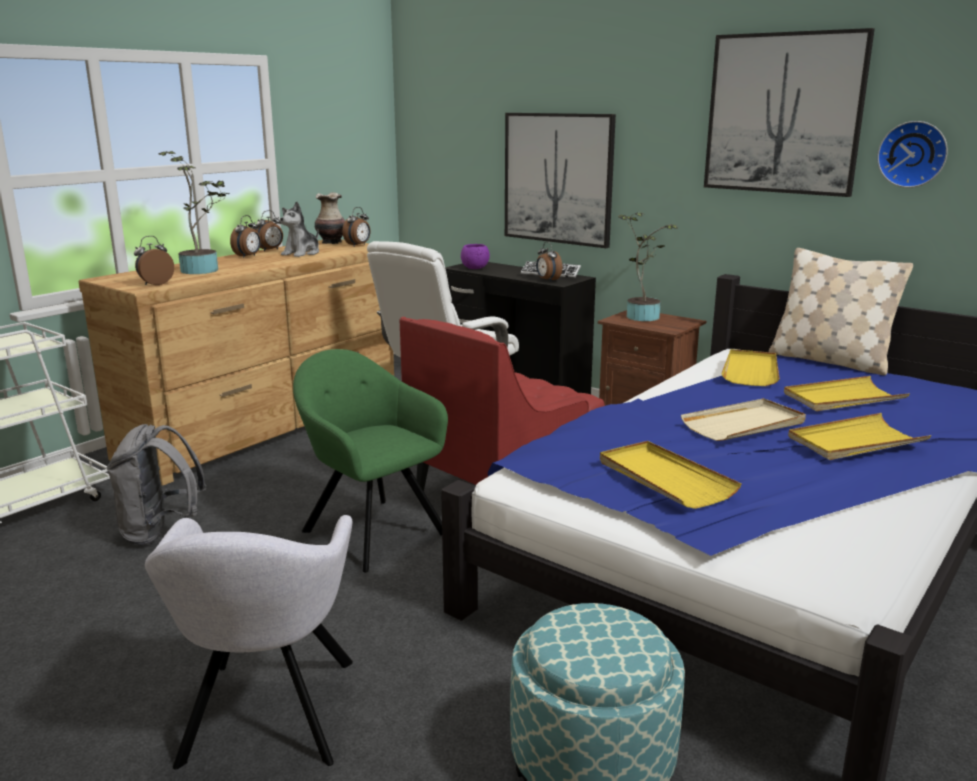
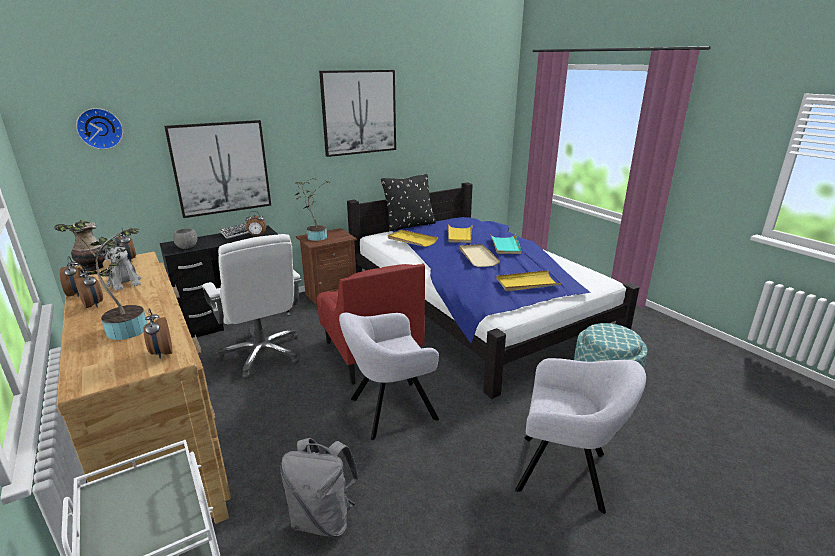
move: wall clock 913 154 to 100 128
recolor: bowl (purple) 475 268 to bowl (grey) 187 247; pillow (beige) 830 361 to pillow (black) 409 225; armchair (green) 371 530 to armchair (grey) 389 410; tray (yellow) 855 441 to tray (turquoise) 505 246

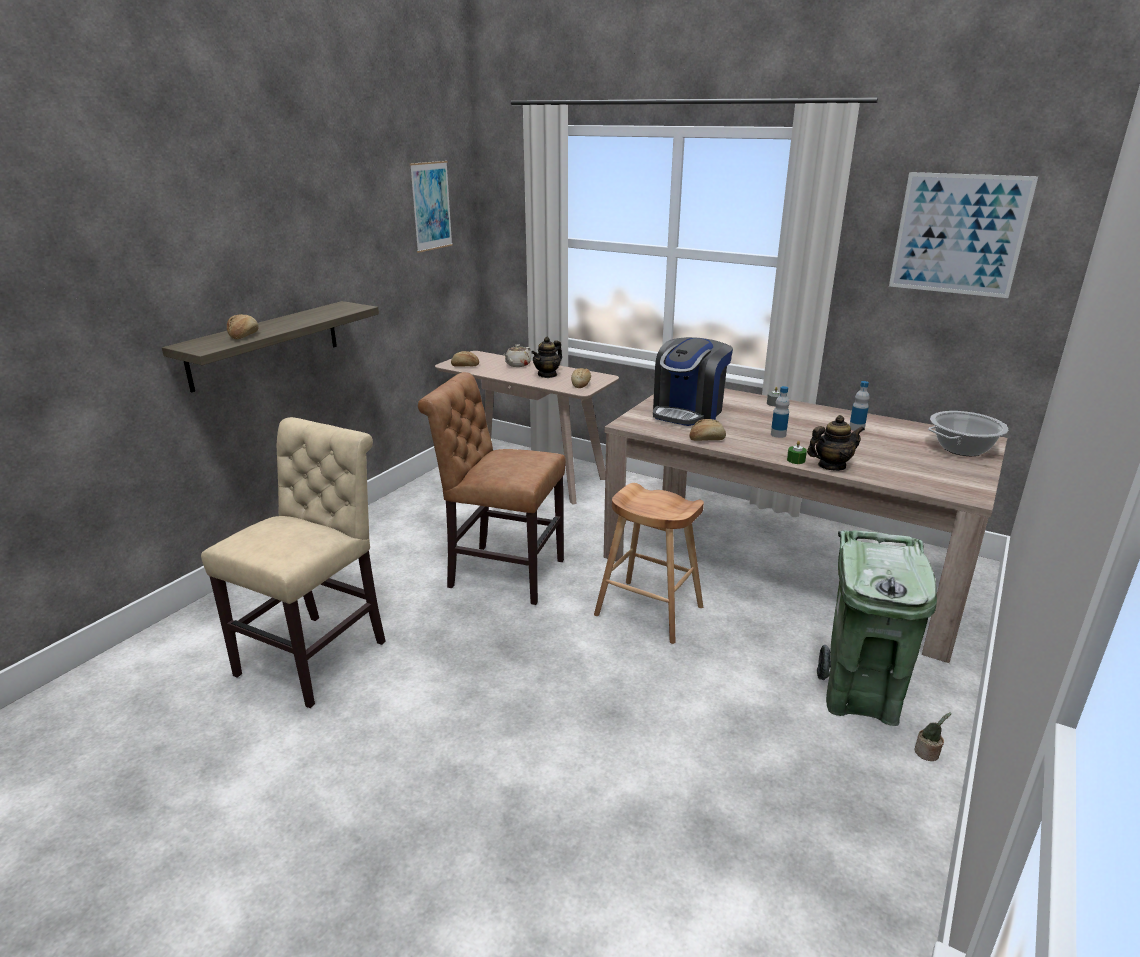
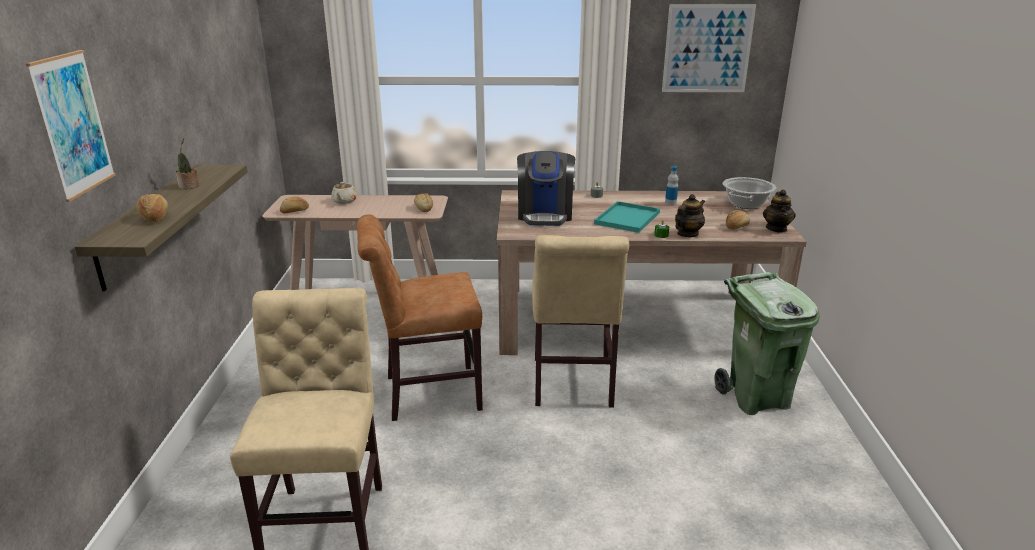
move: picture 431 206 to 73 124; teapot 547 375 to 776 229; bread 706 439 to 736 227; potted plant 927 754 to 189 186
replace: bottle 778 434 to tray (turquoise) 627 219; stool (brown) 649 611 to chair (beige) 572 385

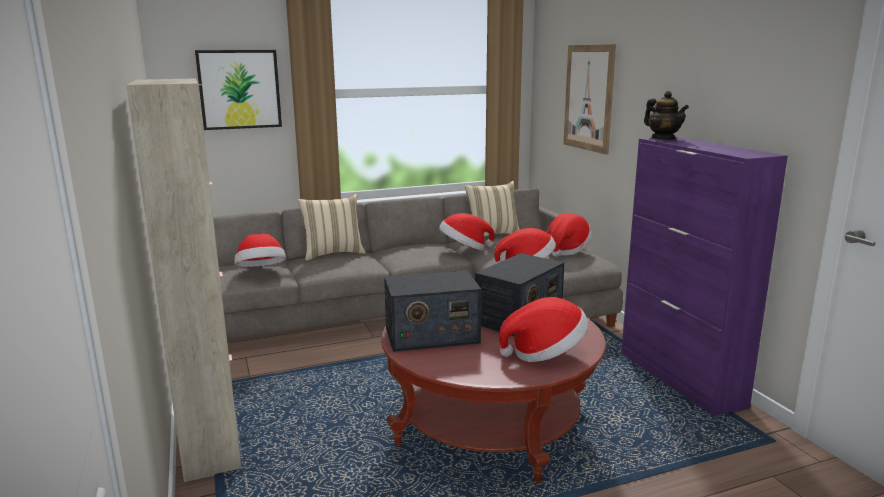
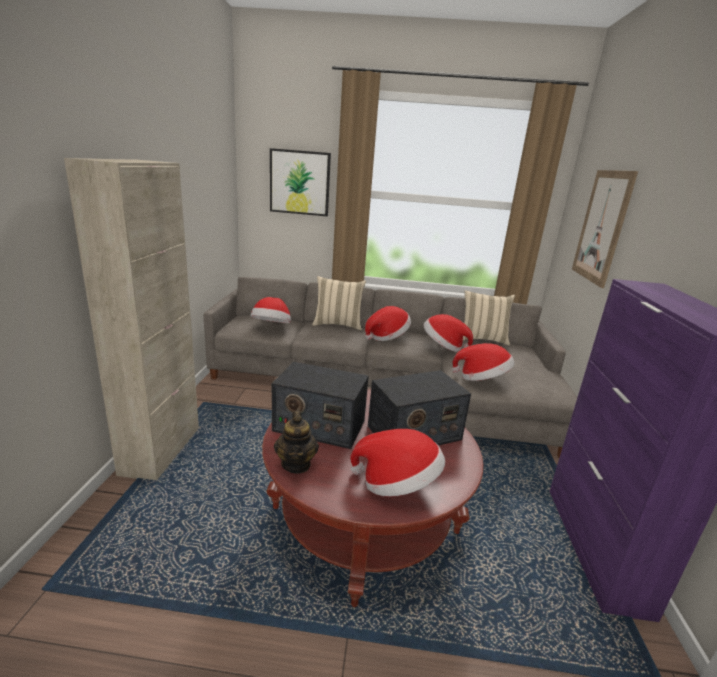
move: teapot 663 139 to 296 464; hat 566 250 to 387 337

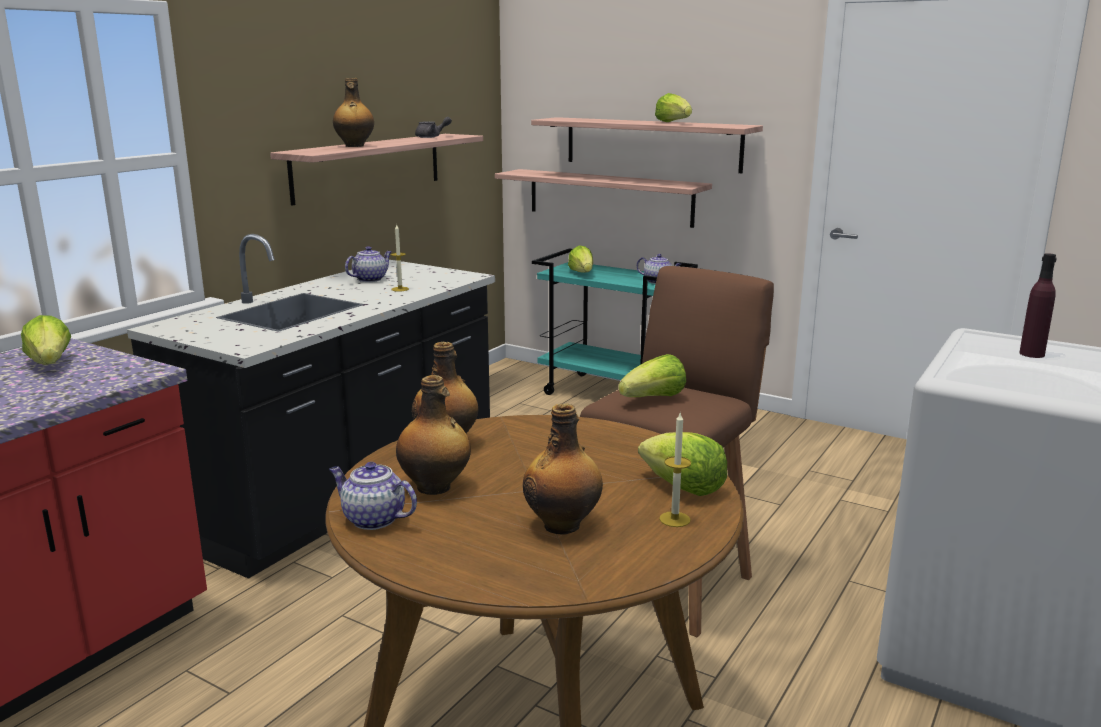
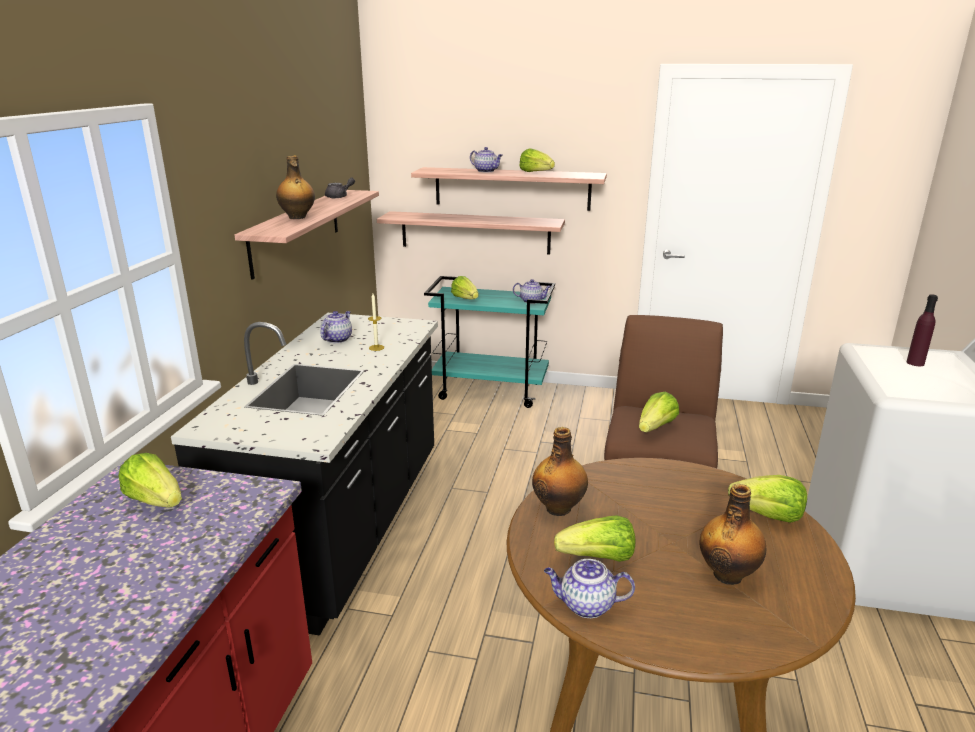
delete: candle 674 519
insert: teapot 486 171
replace: bottle 435 487 to lettuce 598 558

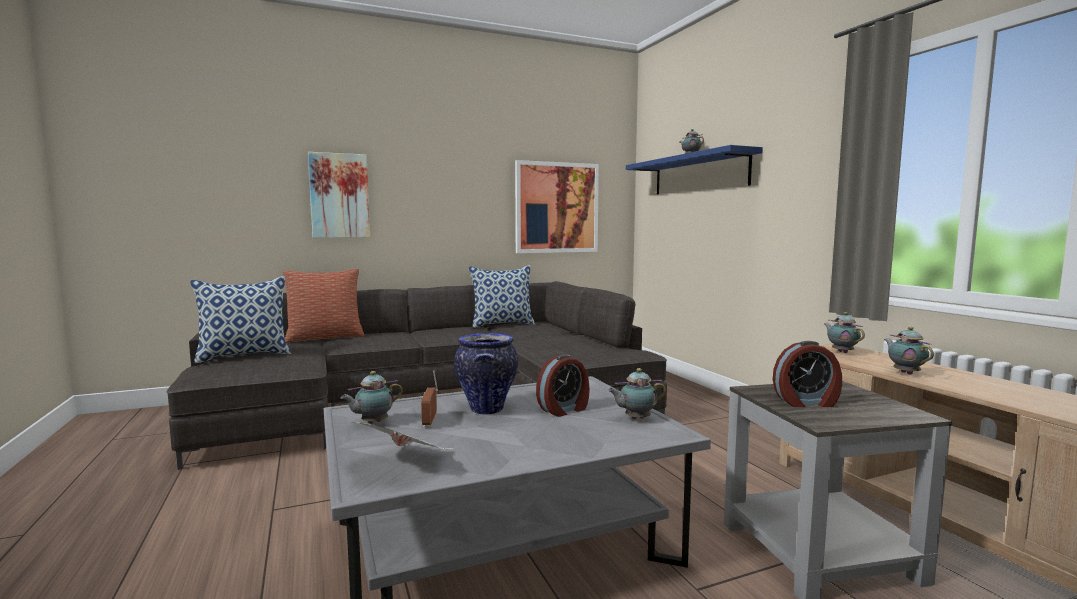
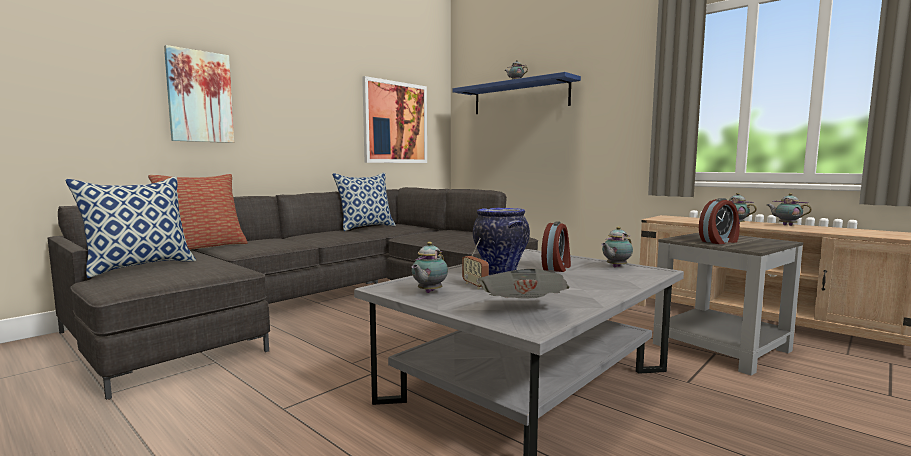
move: teapot 841 352 to 786 225

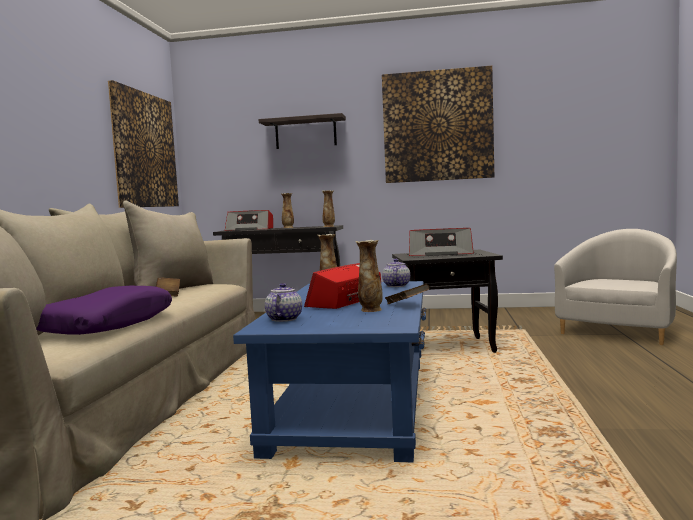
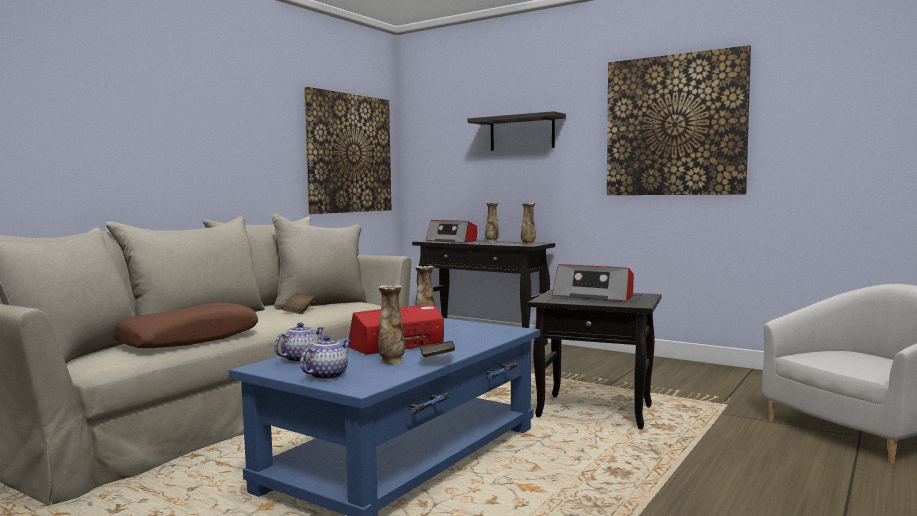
move: teapot 396 285 to 327 375
recolor: pillow (purple) 107 325 to pillow (brown) 188 339

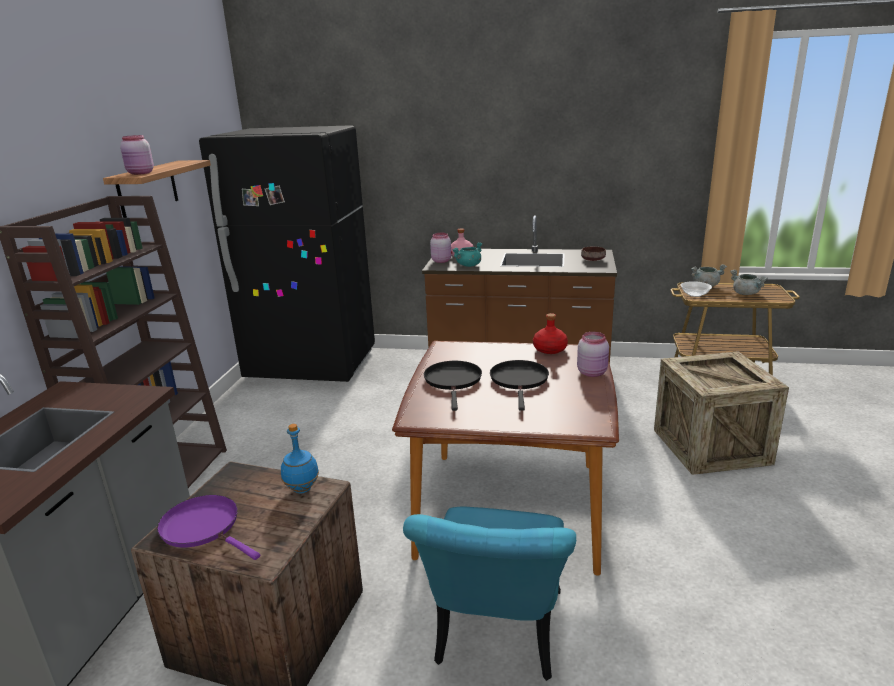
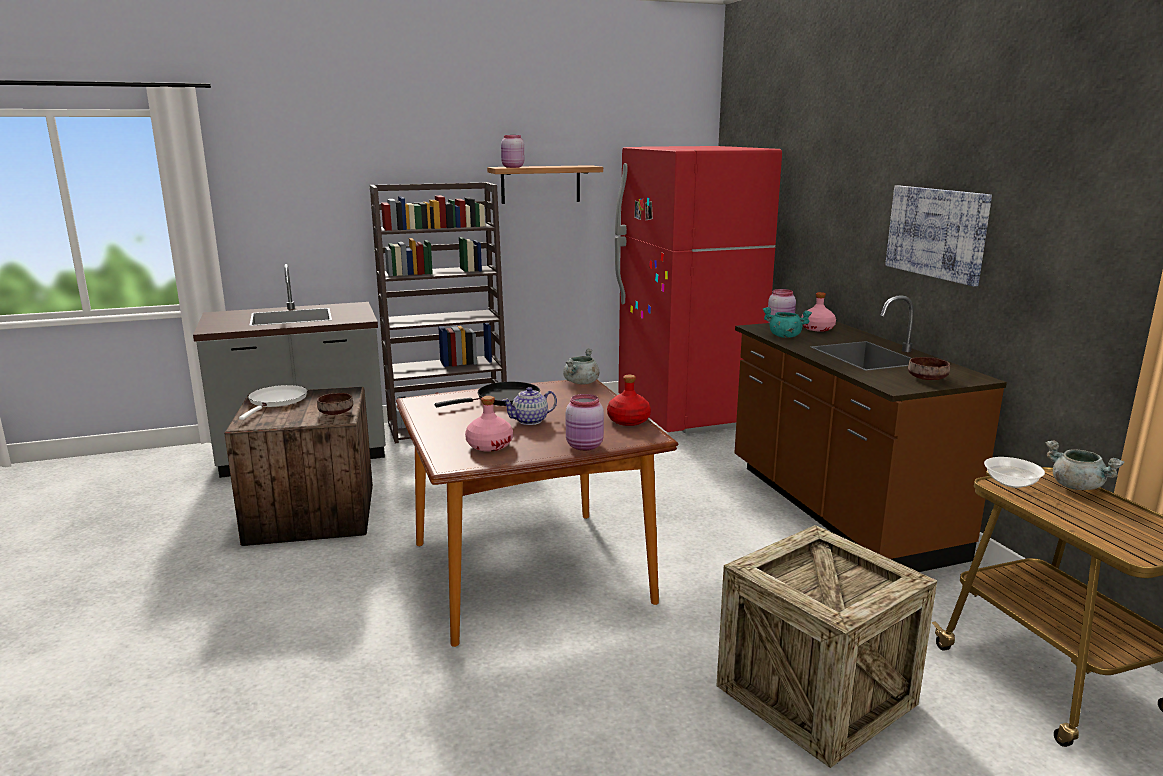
delete: chair (turquoise) 497 639
insert: picture 936 233; bottle (pink) 489 445
move: cooking pot (grey) 746 294 to 581 383
replace: frying pan (black) 519 381 to teapot 530 421; bottle (blue) 302 489 to bowl (brown) 335 413
recolor: fridge (black) 312 365 to fridge (red) 687 412; frying pan (purple) 204 527 to frying pan (white) 276 401

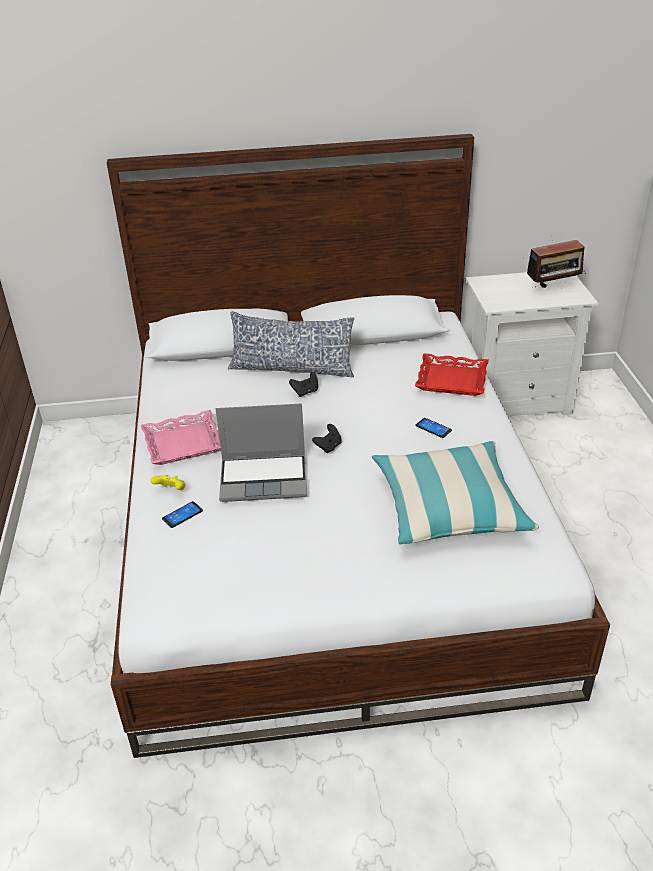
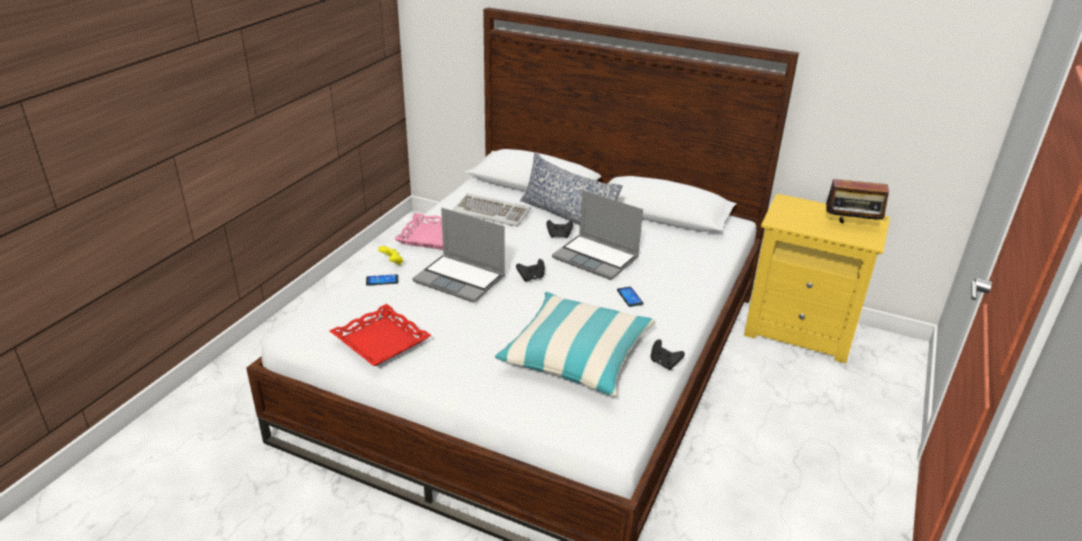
insert: laptop 597 258; keyboard 492 212; game controller (black) 664 363
move: tray (red) 451 380 to 380 341
recolor: nightstand (white) 516 399 to nightstand (yellow) 800 331

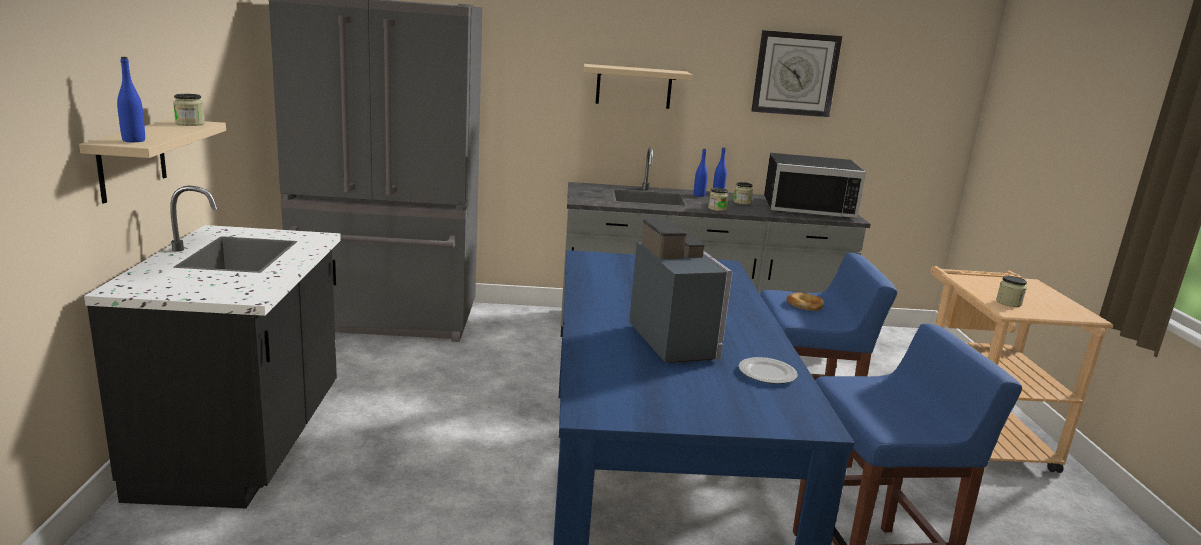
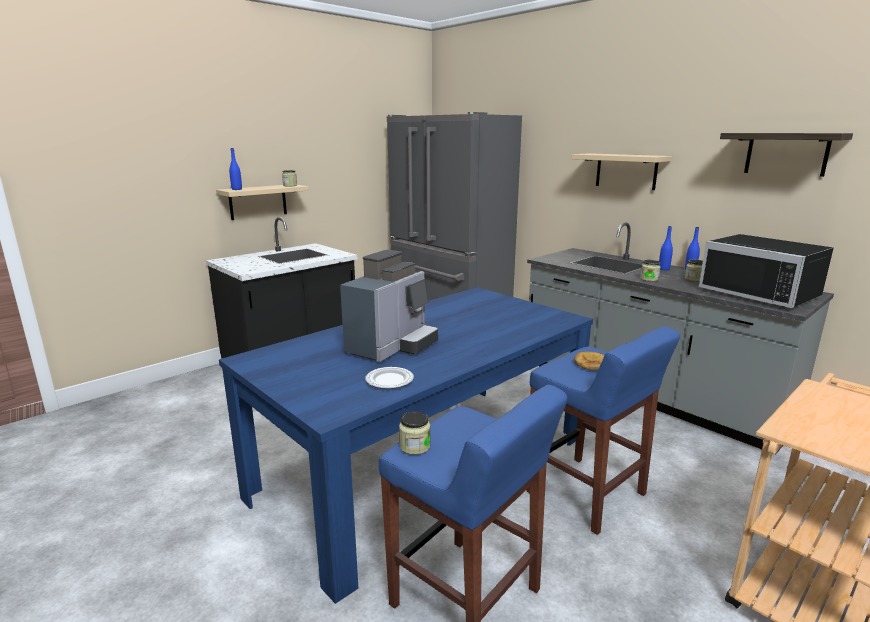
move: jar 1008 303 to 414 446
replace: wall clock 795 74 to shelf 786 154

